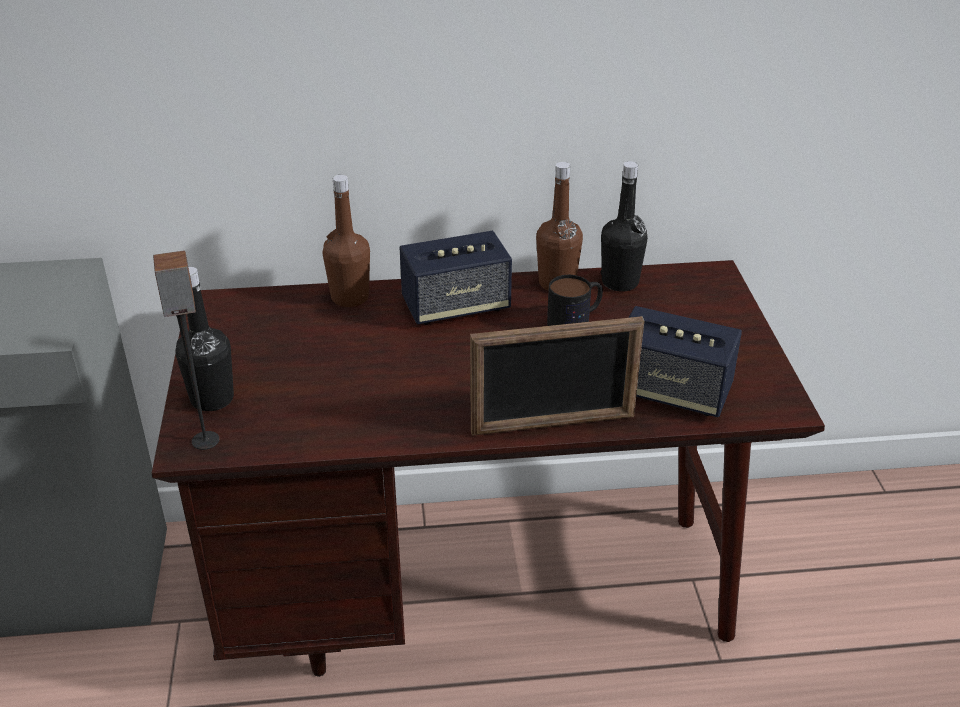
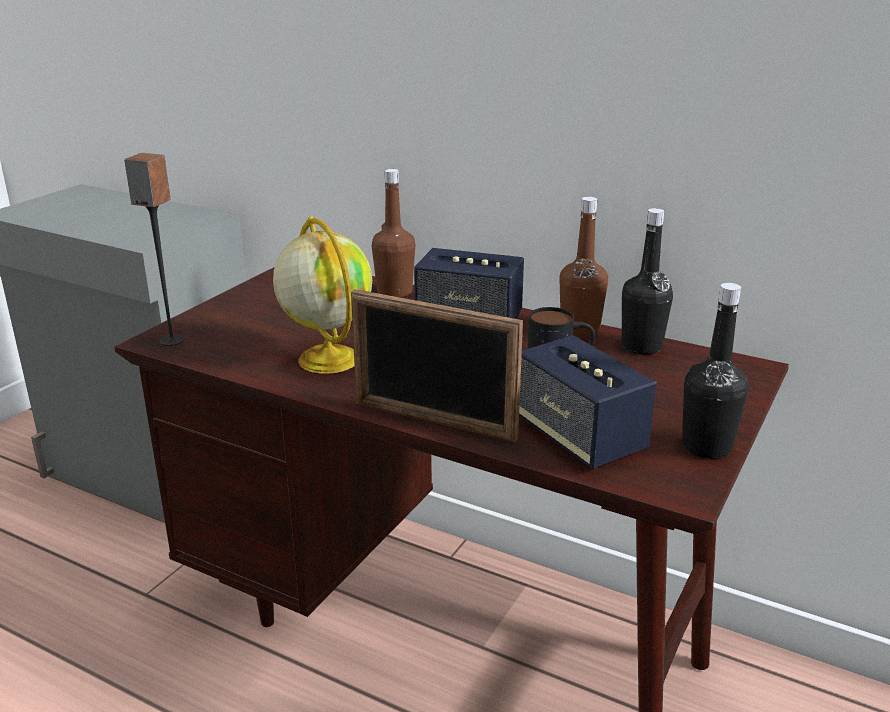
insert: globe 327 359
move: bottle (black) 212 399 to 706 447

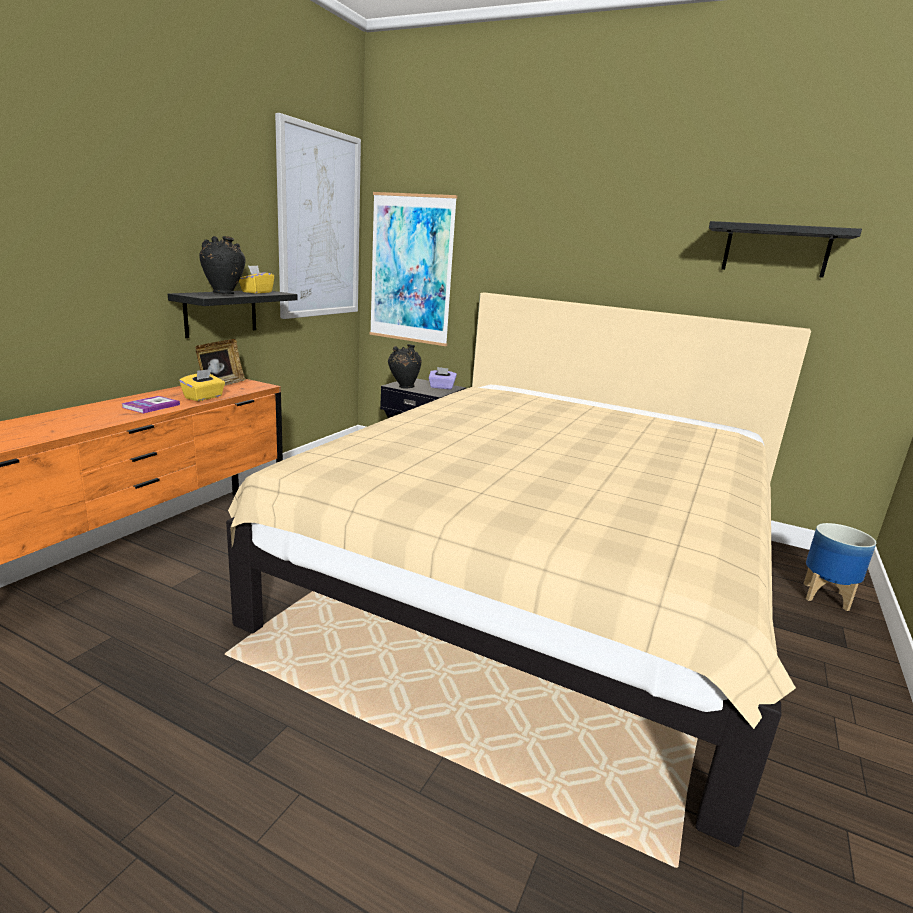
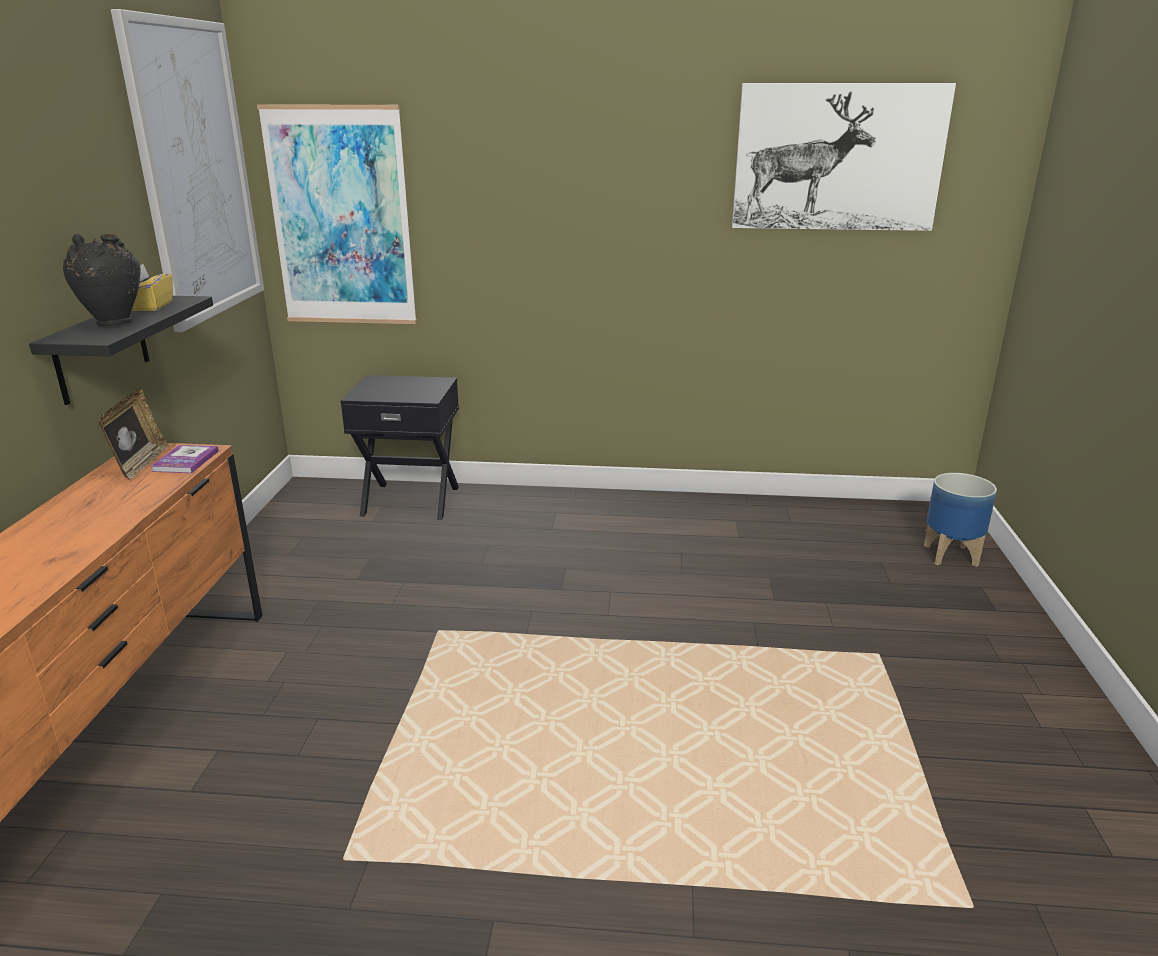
delete: bed (beige) 540 575; vase (black) 403 387; tissue box (purple) 441 387; tissue box (yellow) 204 397
move: book 151 406 to 185 461
replace: shelf (black) 776 250 to picture 838 158

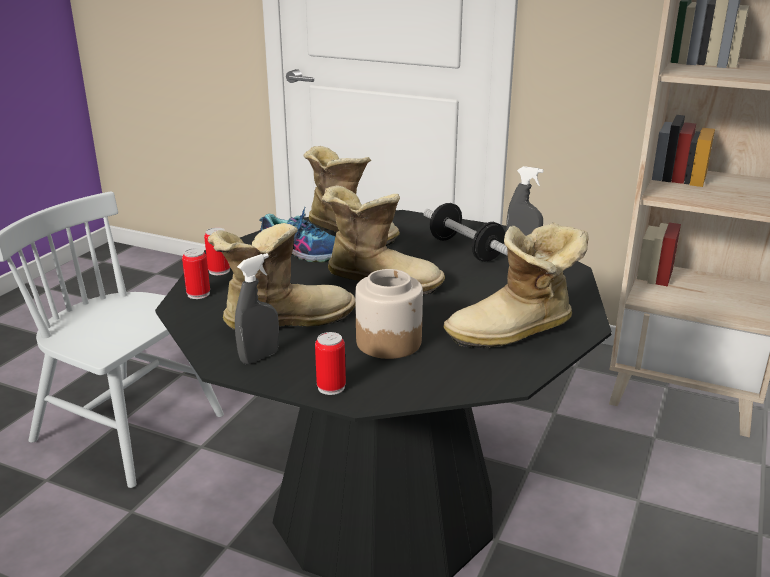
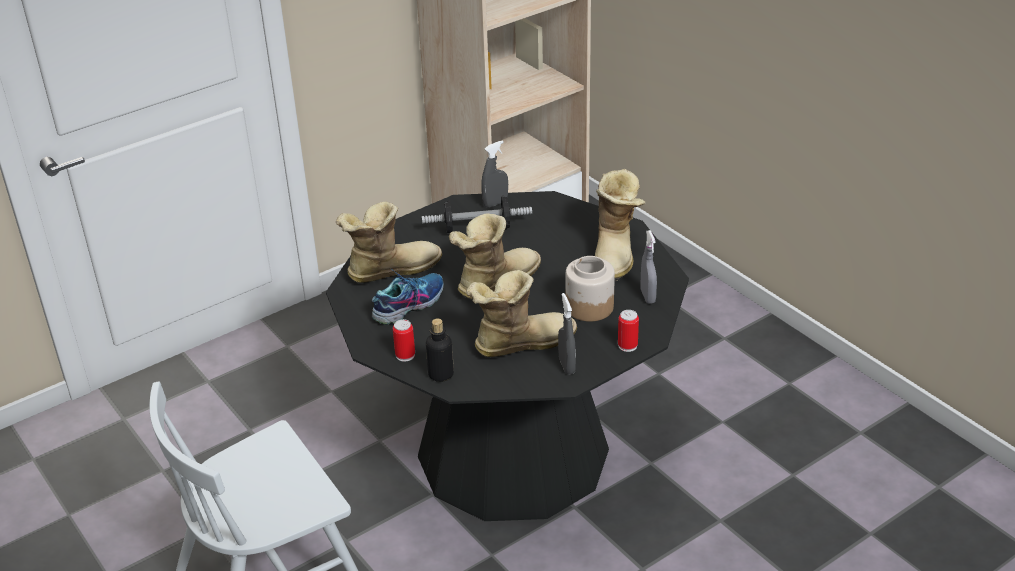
insert: spray bottle (grey) 647 296
replace: can 198 294 to bottle 441 374
rotate: boot 284 319 = 520 342 60 degrees clockwise

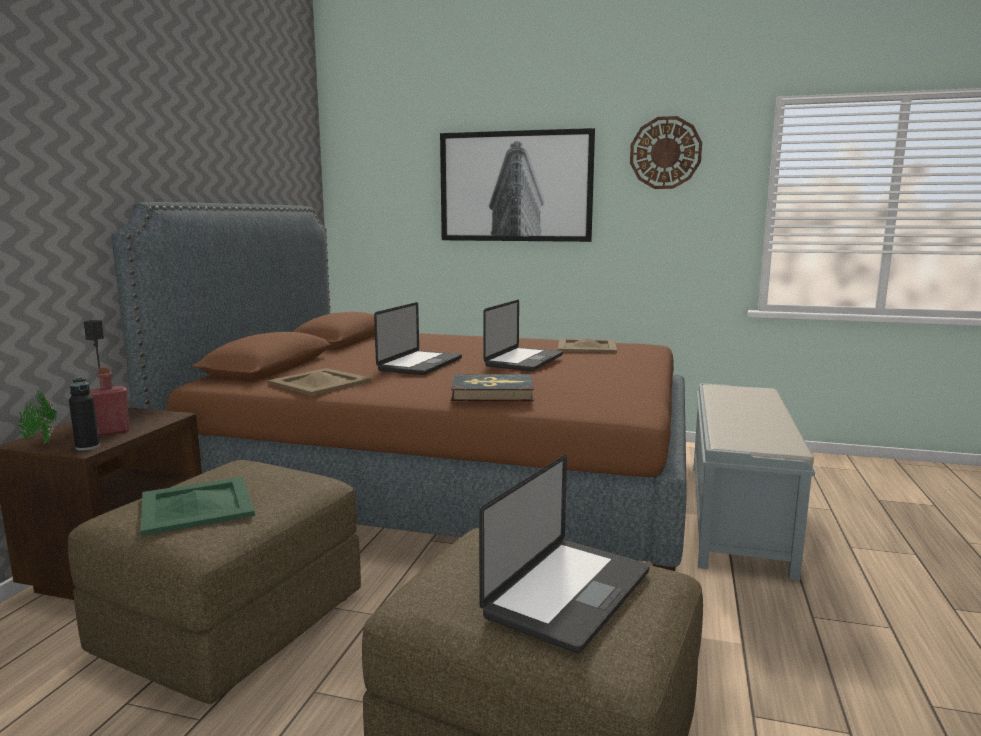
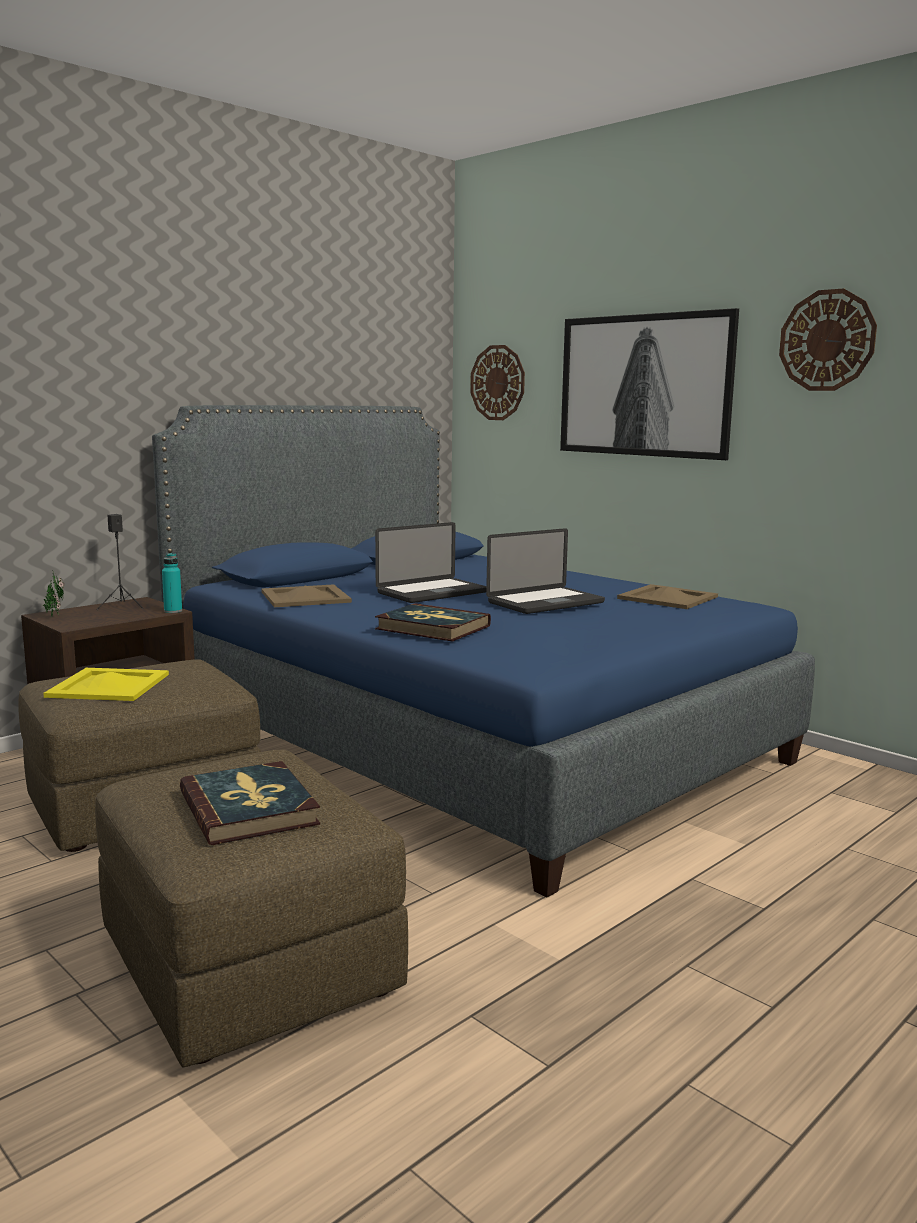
delete: bottle (red) 112 431; bottle (black) 87 447; bench (grey) 736 514
insert: wall clock 497 383; bottle (turquoise) 173 611
replace: laptop 569 594 to book 249 808
recolor: bed (brown) 446 484 to bed (blue) 466 738; tray (green) 196 505 to tray (yellow) 108 685

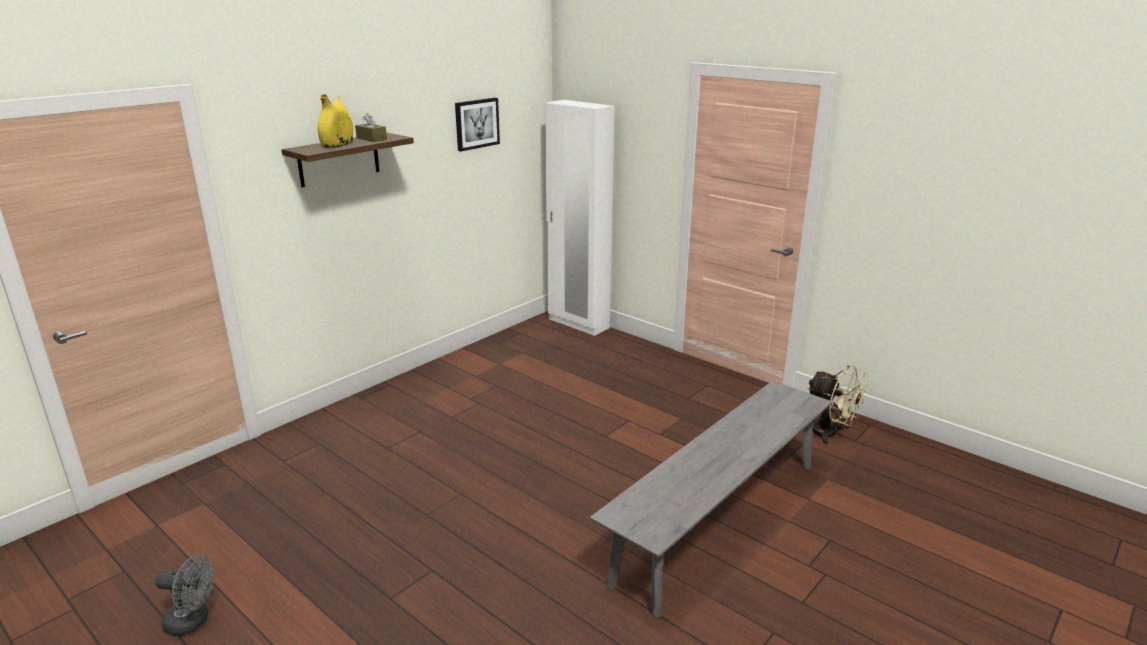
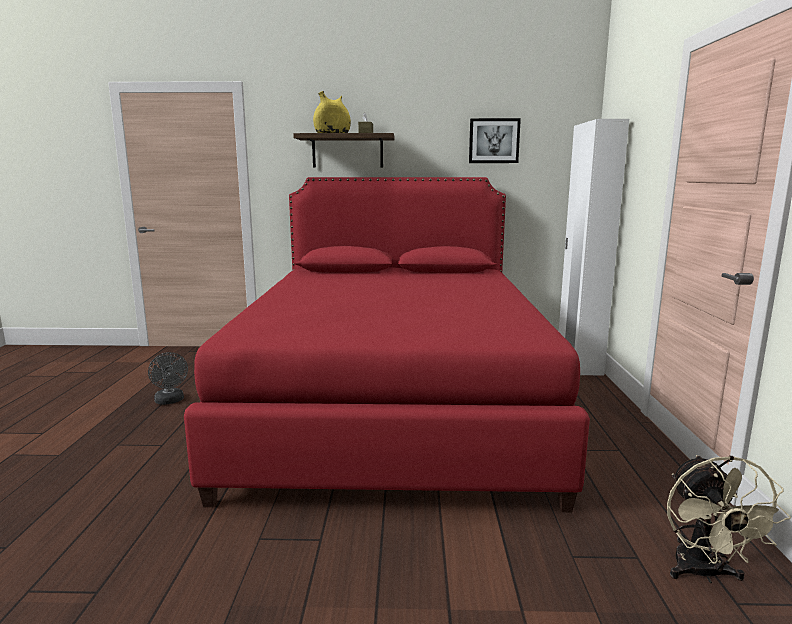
delete: bench (grey) 719 520
insert: bed (red) 392 404
move: fan (grey) 193 622 to 170 401

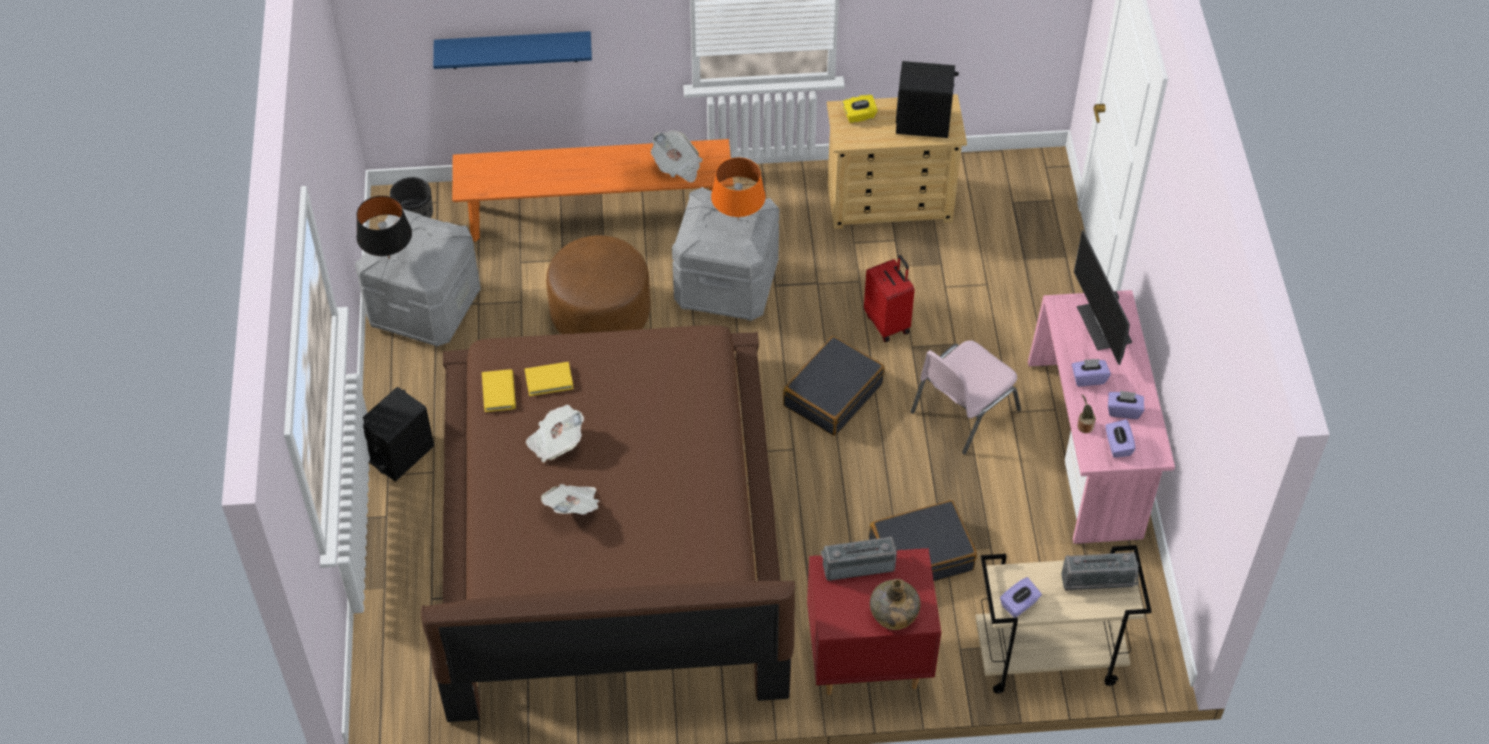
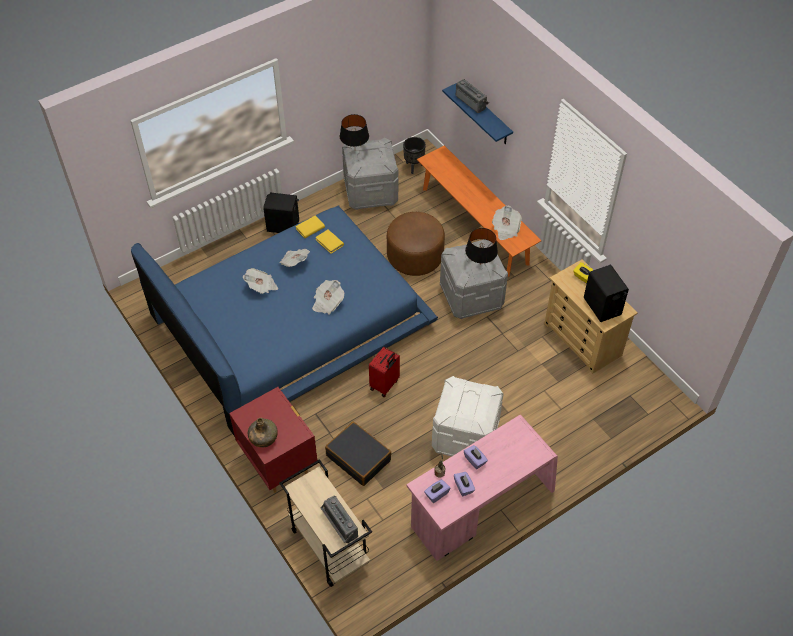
delete: monitor 1104 327; suitcase (black) 832 394; tissue box (purple) 1019 604
insert: newspaper 327 303
move: suitcase (red) 888 323 to 385 385; radio 858 564 to 472 101
replace: chair (pink) 962 411 to storage box (white) 465 436
recolor: table lamp (orange) 738 220 to table lamp (black) 480 264; bed (brown) 610 530 to bed (blue) 290 322

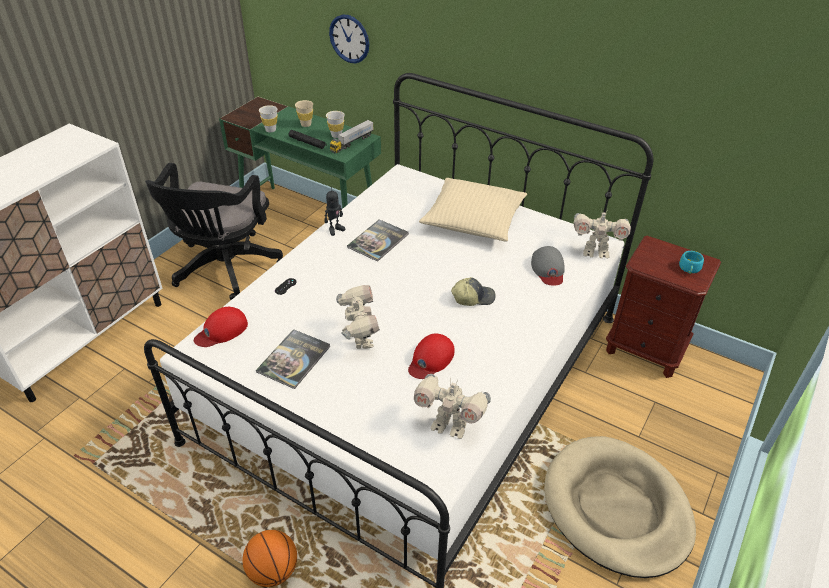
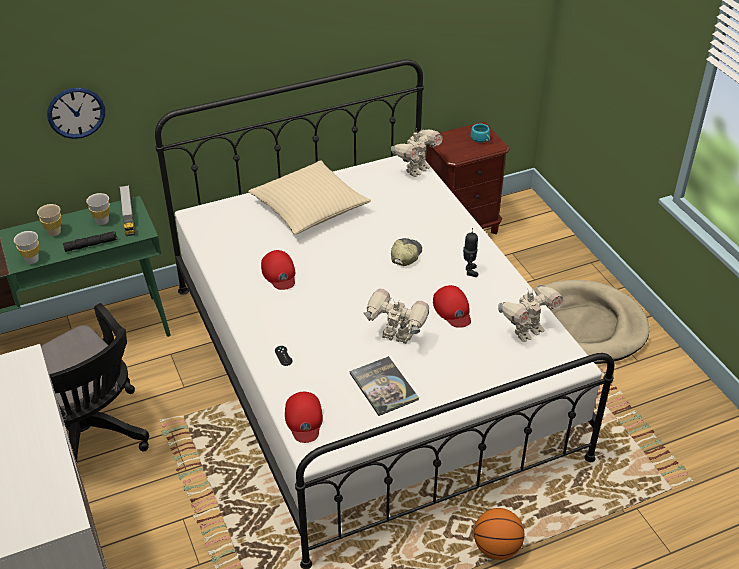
delete: cap (grey) 548 269
move: toy robot 335 229 to 469 271
replace: book 378 241 to cap (red) 279 273

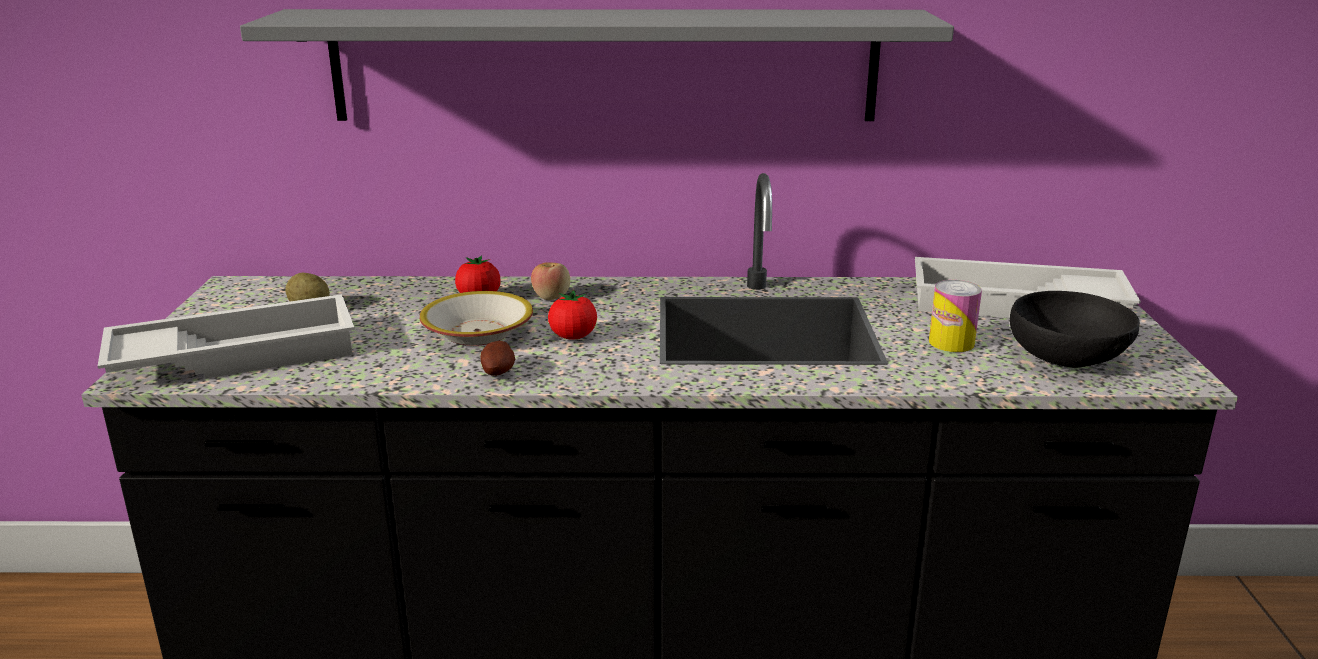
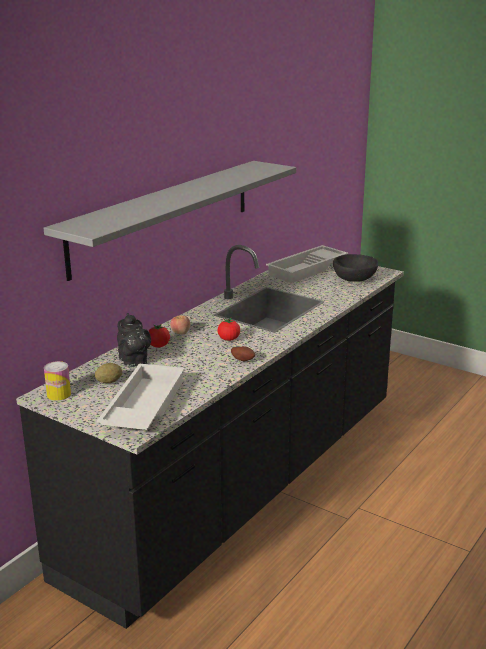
delete: bowl 477 333
insert: teapot (black) 134 362
move: can 951 342 to 59 394

